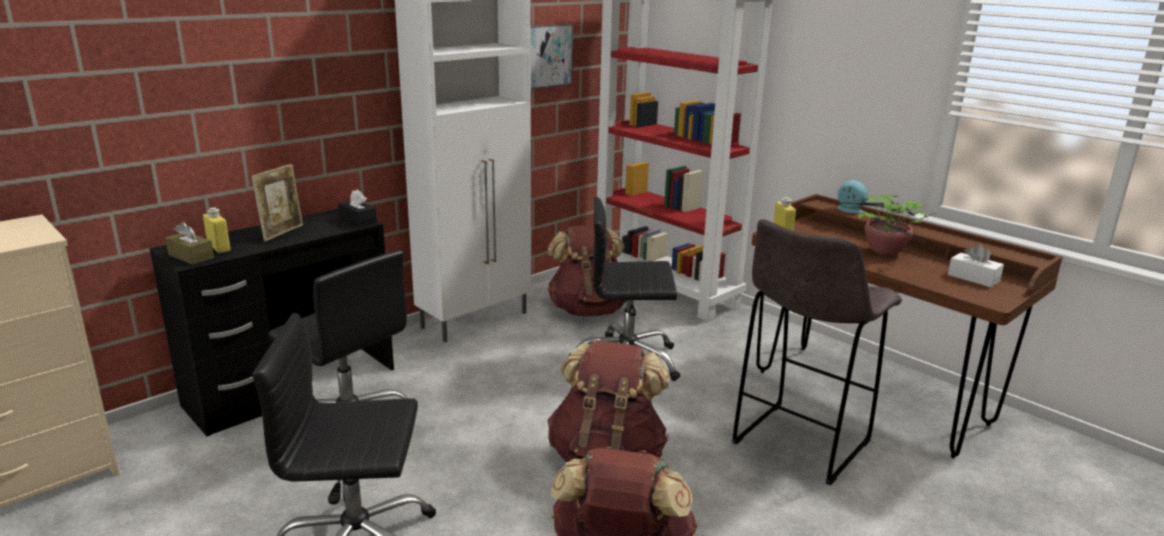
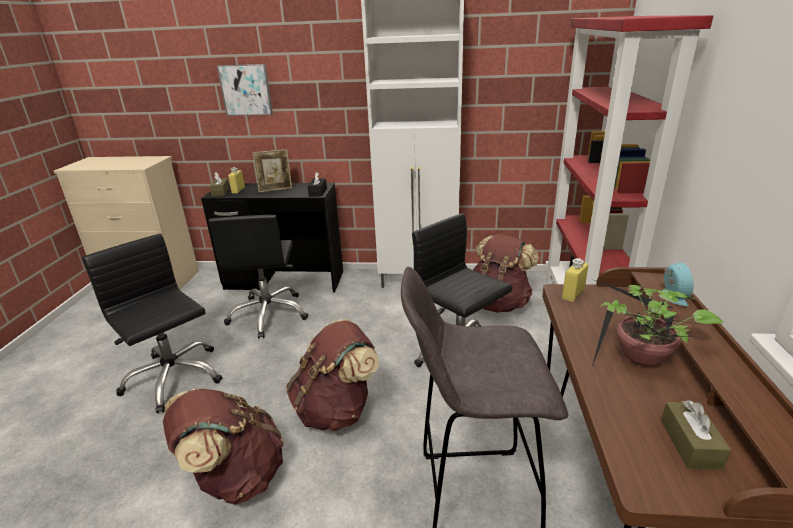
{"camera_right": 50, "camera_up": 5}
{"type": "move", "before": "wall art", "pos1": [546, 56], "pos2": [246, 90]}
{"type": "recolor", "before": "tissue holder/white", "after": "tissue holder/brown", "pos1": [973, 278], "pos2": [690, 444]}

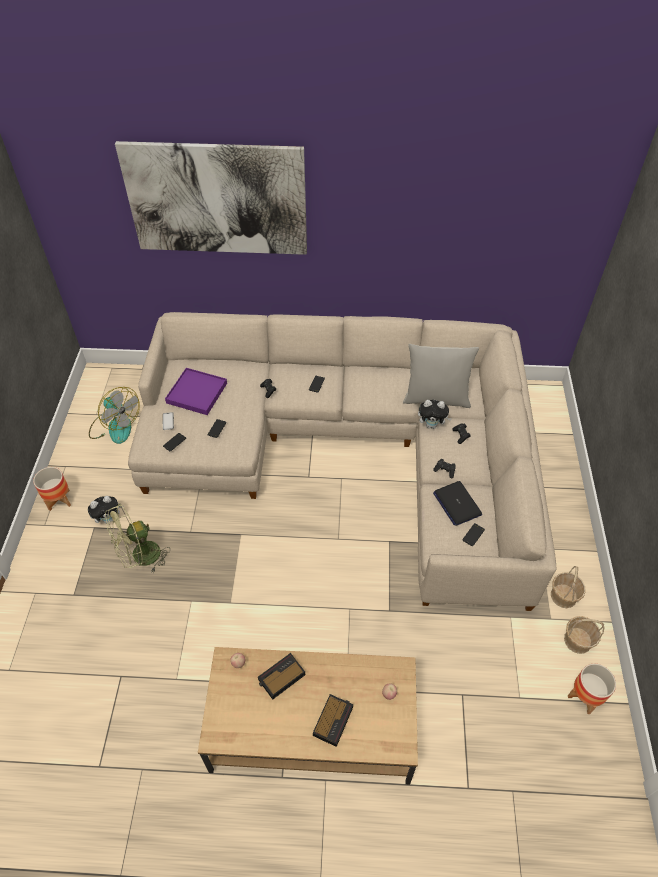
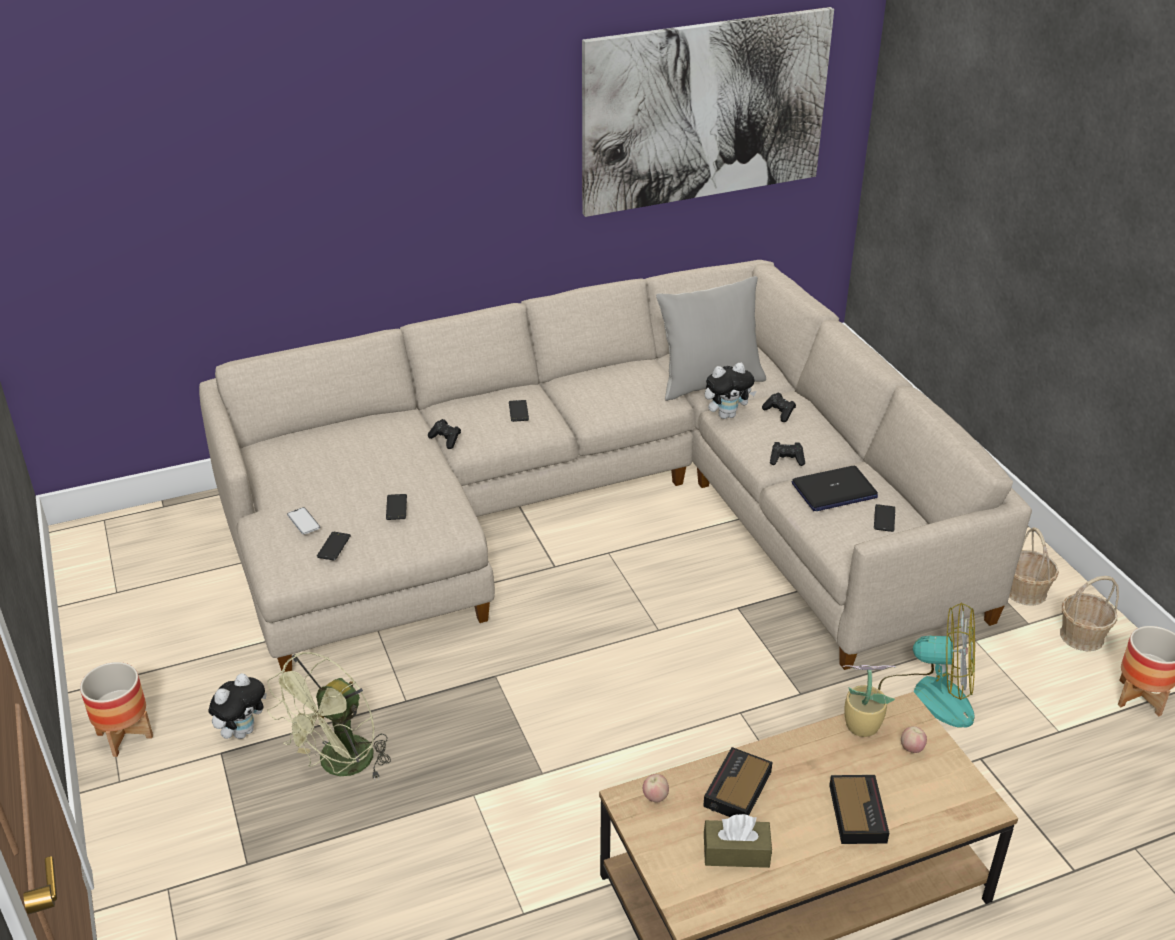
{"camera_right": -25, "camera_up": -15}
{"type": "move", "before": "fan", "pos1": [115, 426], "pos2": [926, 700]}
{"type": "move", "before": "wall art", "pos1": [217, 199], "pos2": [705, 111]}
{"type": "delete", "before": "serving tray/purple", "pos1": [197, 393]}
{"type": "rotate", "before": "portable computer", "pos1": [457, 503], "pos2": [834, 490], "turn": -60}
{"type": "insert", "after": "tissue holder/brown", "pos2": [736, 852]}
{"type": "insert", "after": "houseplant", "pos2": [860, 725]}

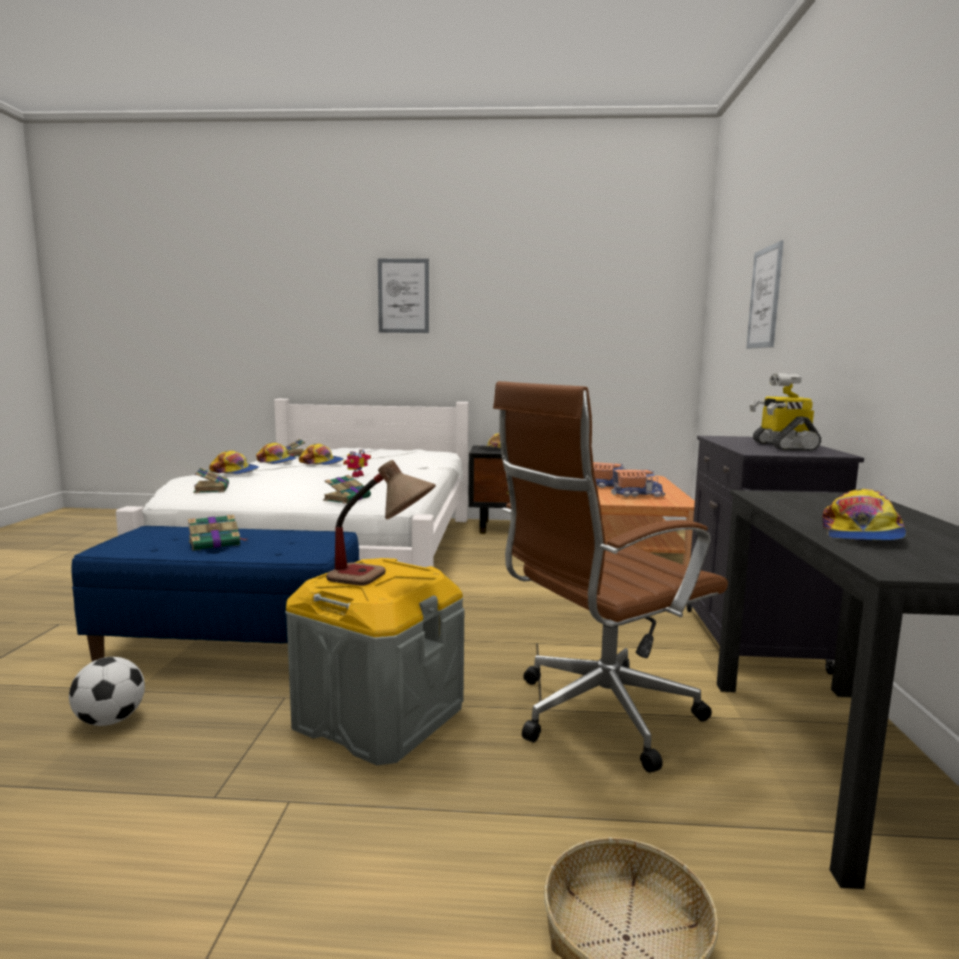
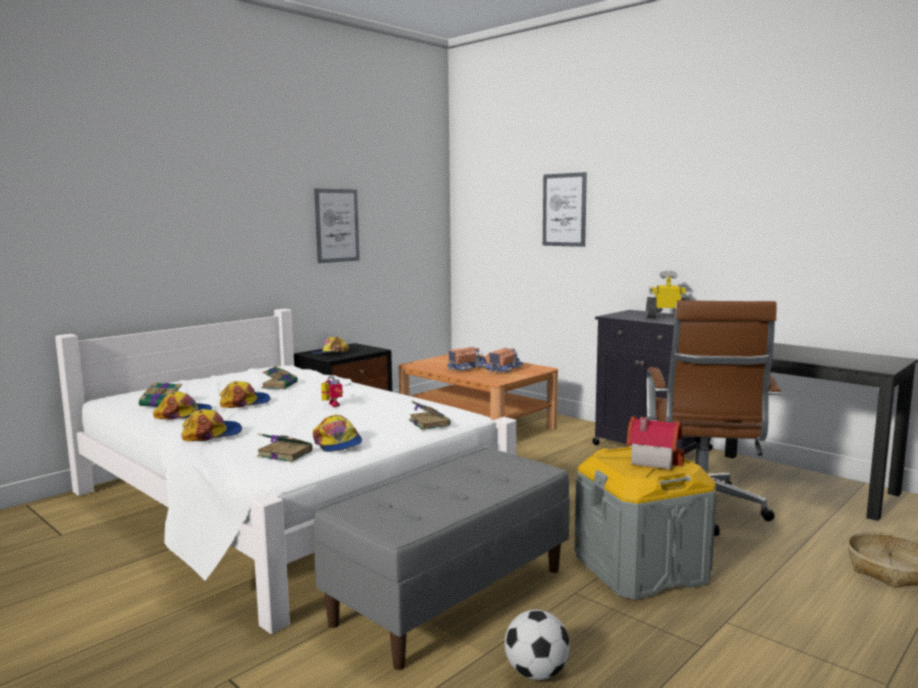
{"camera_right": -50, "camera_up": 0}
{"type": "recolor", "before": "indoor bench/blue", "after": "indoor bench/grey", "pos1": [232, 649], "pos2": [451, 595]}
{"type": "move", "before": "bound book", "pos1": [216, 543], "pos2": [280, 385]}
{"type": "replace", "before": "table lamp", "after": "miniature house", "pos1": [382, 580], "pos2": [652, 459]}
{"type": "move", "before": "wall art", "pos1": [403, 296], "pos2": [337, 225]}
{"type": "rotate", "before": "robot figure", "pos1": [782, 446], "pos2": [667, 317], "turn": 150}
{"type": "move", "before": "cap", "pos1": [861, 534], "pos2": [337, 443]}

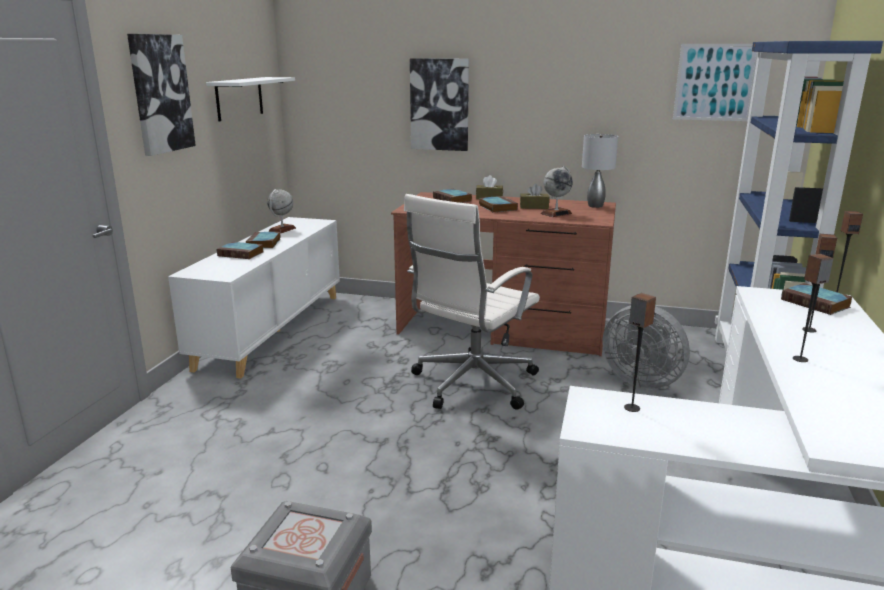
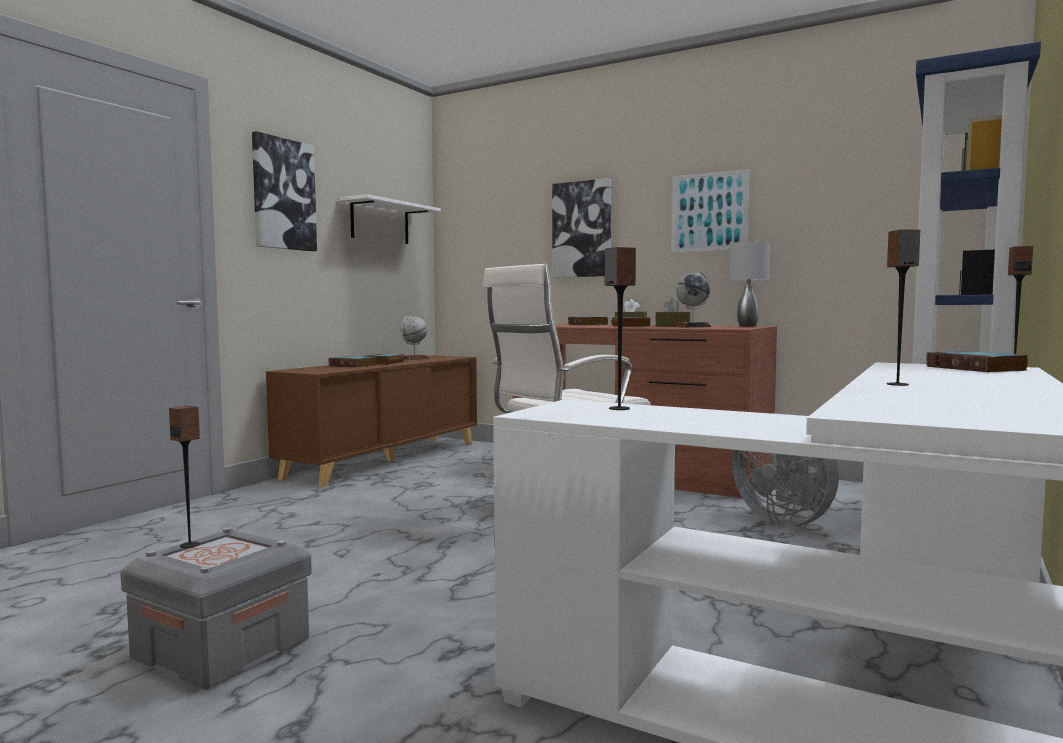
{"camera_right": 15, "camera_up": -15}
{"type": "recolor", "before": "cabinet/white", "after": "cabinet/brown", "pos1": [272, 330], "pos2": [386, 459]}
{"type": "move", "before": "wall art", "pos1": [715, 82], "pos2": [709, 212]}
{"type": "move", "before": "loudspeaker", "pos1": [809, 330], "pos2": [190, 545]}

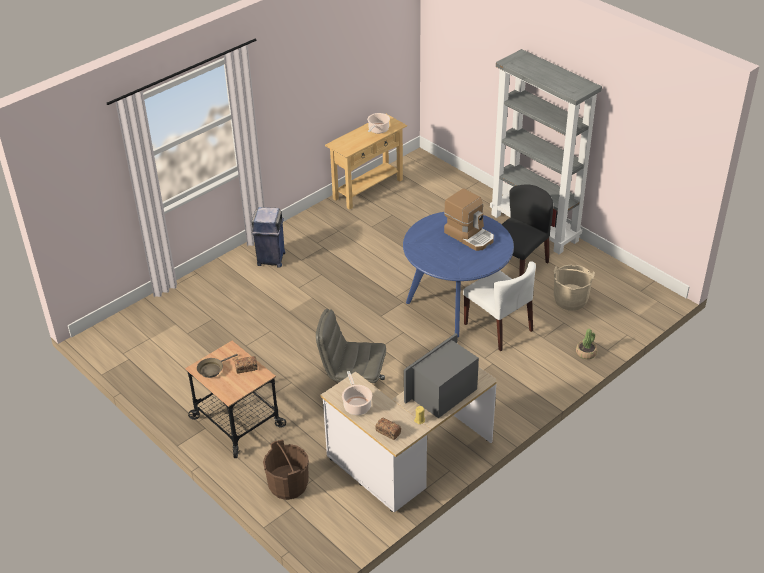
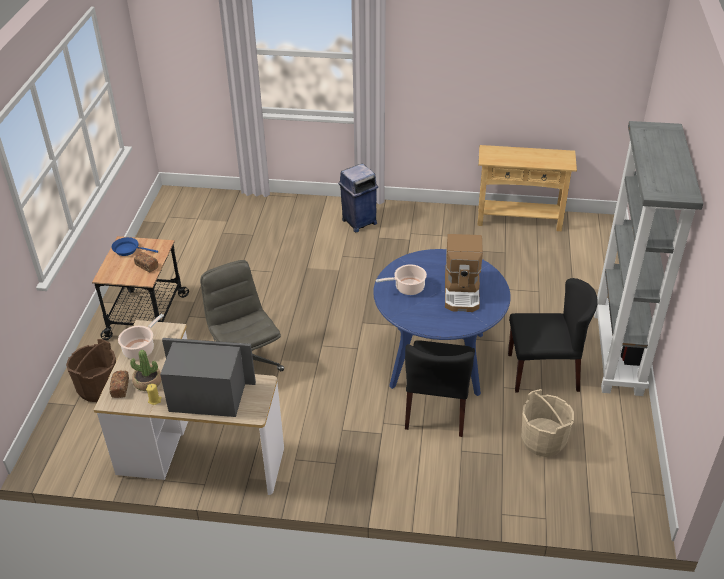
{"camera_right": 50, "camera_up": 0}
{"type": "recolor", "before": "pan/brown", "after": "pan/blue", "pos1": [212, 369], "pos2": [128, 250]}
{"type": "move", "before": "cooking pot", "pos1": [378, 130], "pos2": [407, 288]}
{"type": "recolor", "before": "upright chair/white", "after": "upright chair/black", "pos1": [498, 327], "pos2": [437, 409]}
{"type": "move", "before": "houseplant", "pos1": [586, 353], "pos2": [147, 382]}

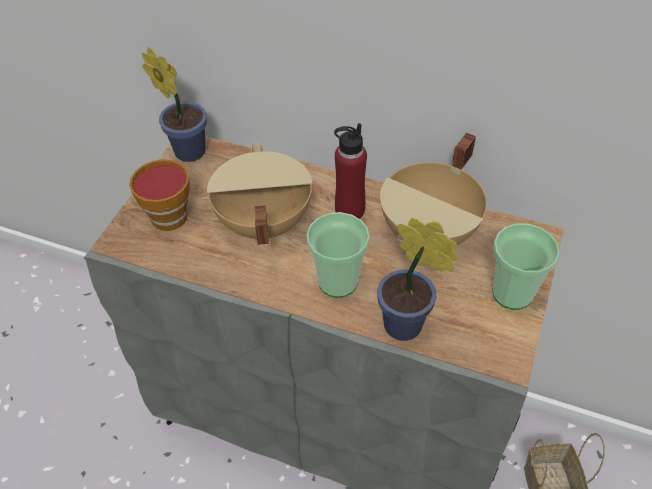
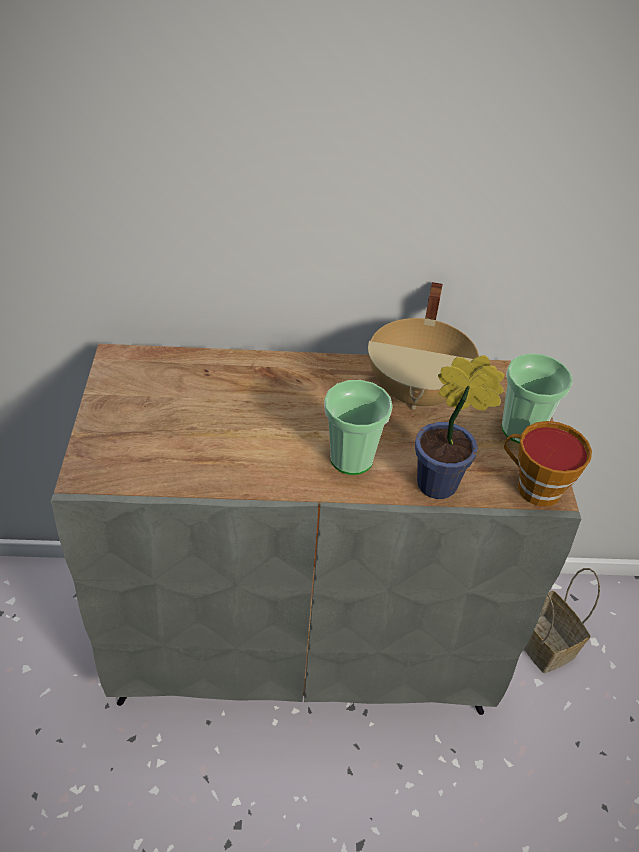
{"camera_right": -25, "camera_up": -5}
{"type": "move", "before": "small cup", "pos1": [166, 214], "pos2": [533, 487]}
{"type": "delete", "before": "houseplant", "pos1": [187, 149]}
{"type": "delete", "before": "cooking pot/beige", "pos1": [262, 223]}
{"type": "delete", "before": "drink bottle/reddish", "pos1": [349, 210]}

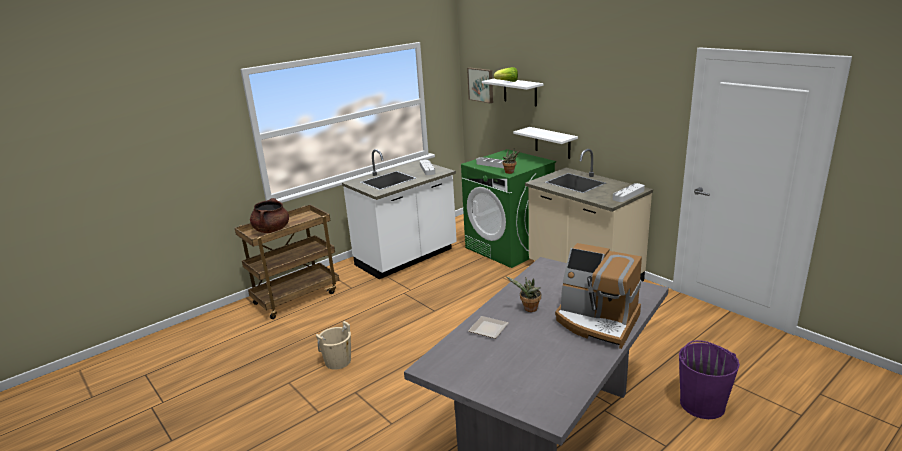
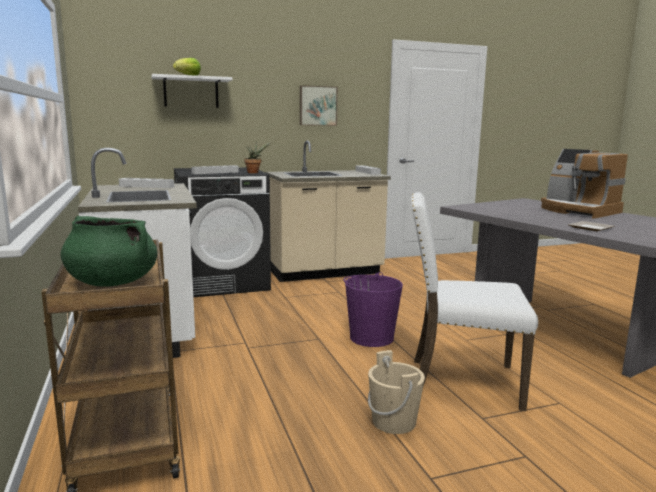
{"camera_right": -70, "camera_up": -10}
{"type": "recolor", "before": "cooking pot/brown", "after": "cooking pot/green-coloured", "pos1": [272, 230], "pos2": [112, 282]}
{"type": "recolor", "before": "washing machine/green-coloured", "after": "washing machine/black", "pos1": [509, 248], "pos2": [224, 282]}
{"type": "move", "before": "wall art", "pos1": [481, 84], "pos2": [317, 106]}
{"type": "delete", "before": "houseplant", "pos1": [528, 309]}
{"type": "delete", "before": "bracket shelf/white", "pos1": [552, 142]}
{"type": "rotate", "before": "coffee brewer", "pos1": [597, 322], "pos2": [578, 211], "turn": 90}
{"type": "move", "before": "water bucket/purple", "pos1": [702, 404], "pos2": [371, 337]}
{"type": "insert", "after": "upright chair/white", "pos2": [461, 381]}

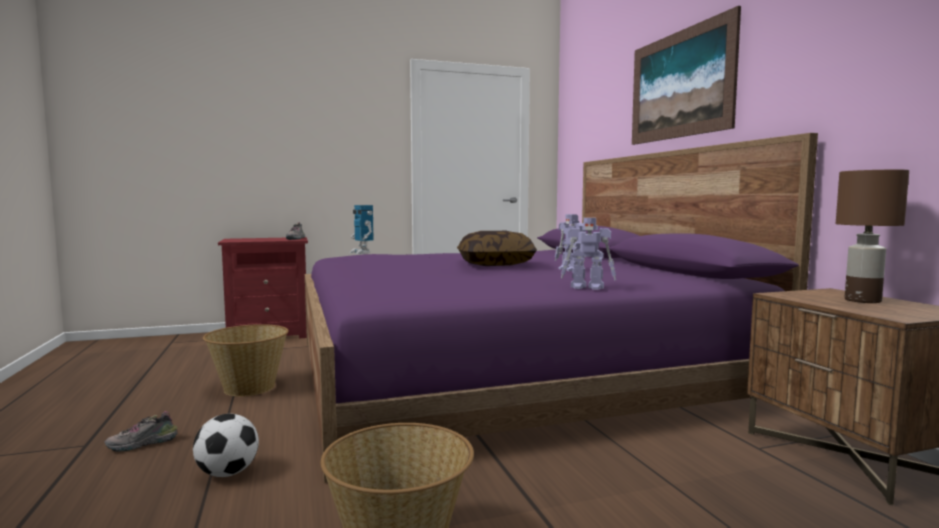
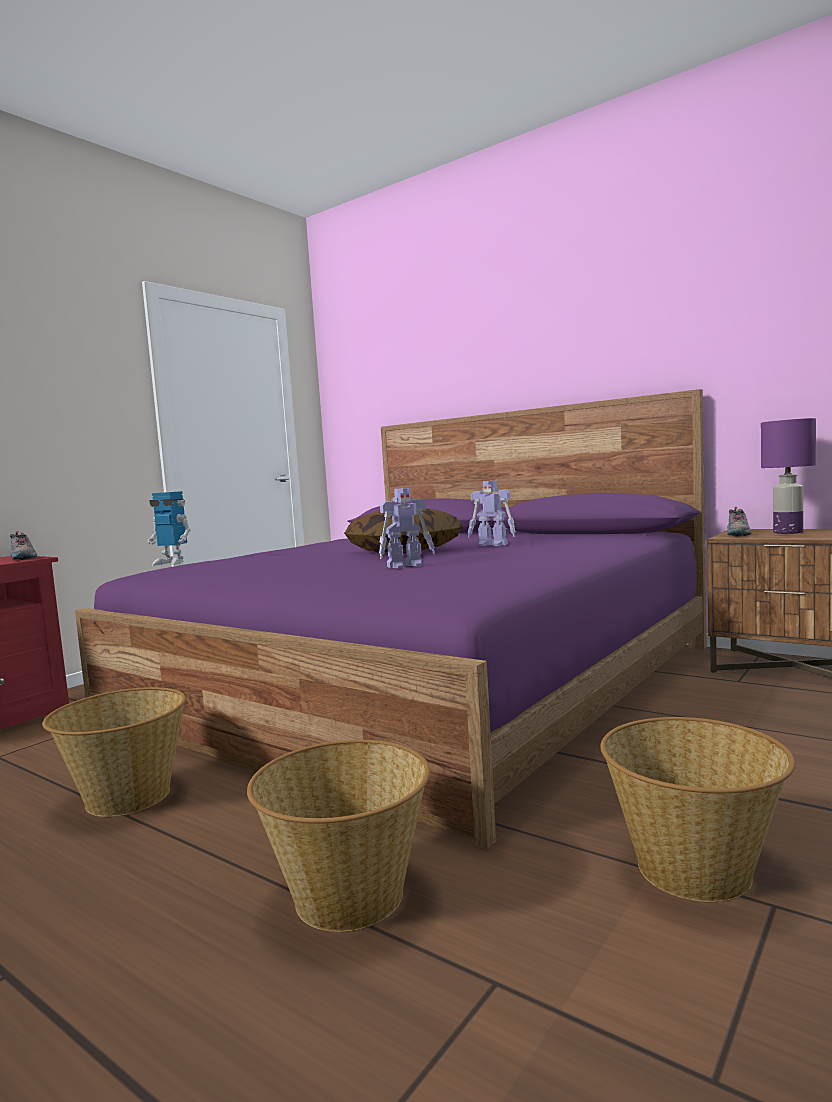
{"camera_right": -35, "camera_up": 0}
{"type": "move", "before": "low shoe", "pos1": [142, 444], "pos2": [739, 534]}
{"type": "replace", "before": "football", "after": "basket", "pos1": [228, 473], "pos2": [349, 895]}
{"type": "move", "before": "robot figure", "pos1": [588, 287], "pos2": [407, 565]}
{"type": "delete", "before": "wall art", "pos1": [680, 85]}
{"type": "recolor", "before": "table lamp/brown", "after": "table lamp/purple", "pos1": [863, 301], "pos2": [788, 532]}

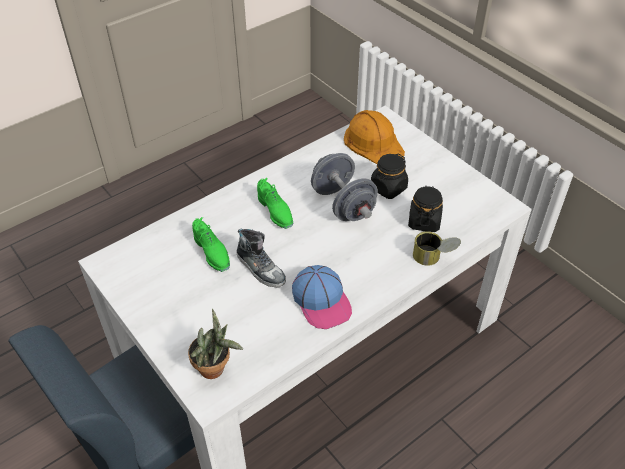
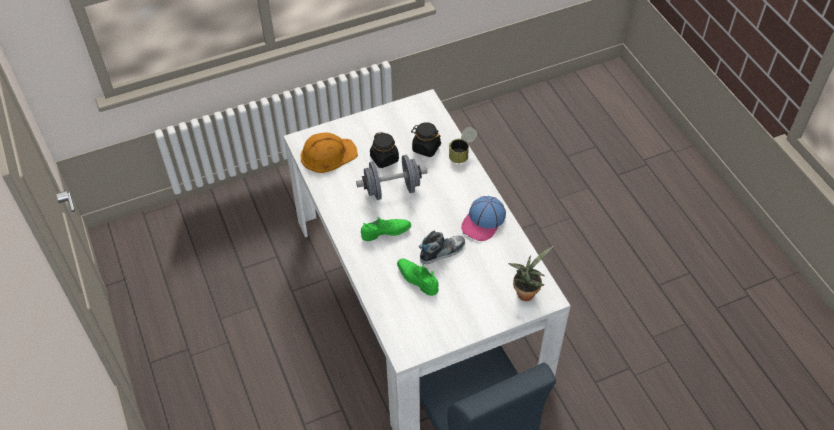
{"camera_right": -75, "camera_up": 5}
{"type": "rotate", "before": "low shoe/green-coloured", "pos1": [212, 253], "pos2": [417, 279], "turn": -120}
{"type": "rotate", "before": "cap", "pos1": [322, 301], "pos2": [483, 222], "turn": 135}

